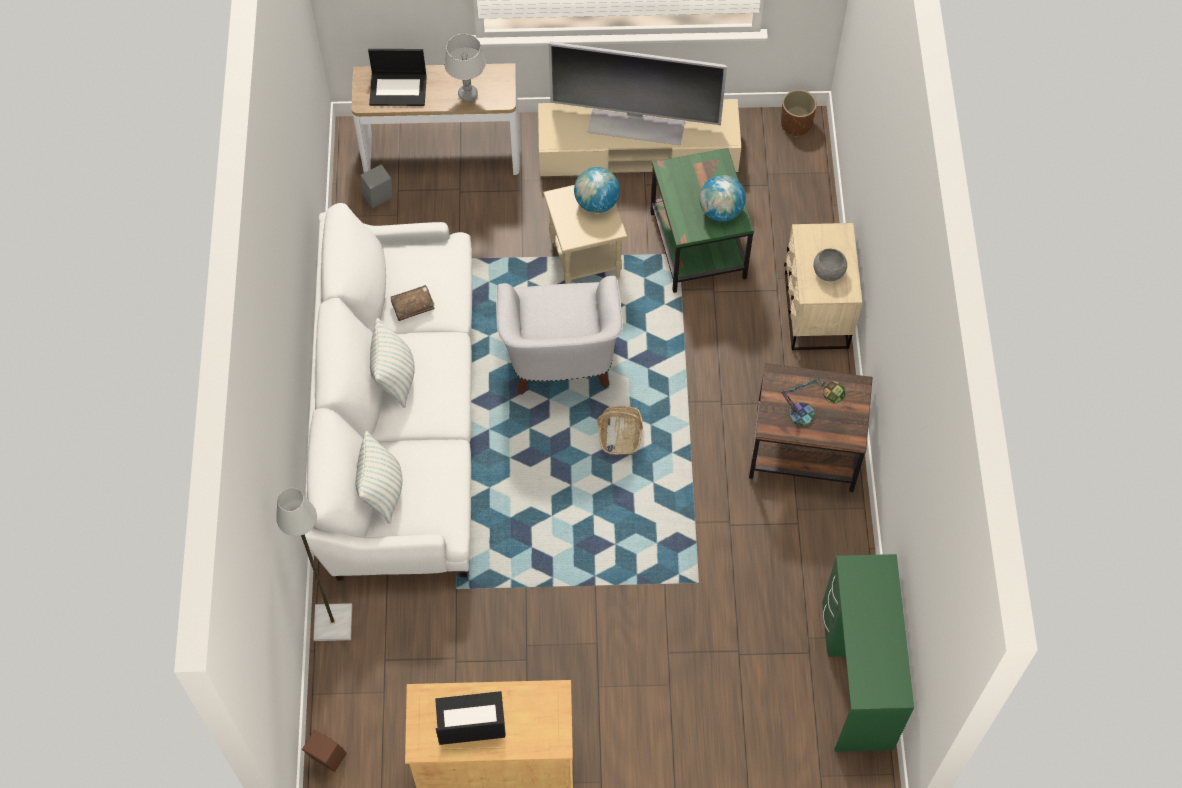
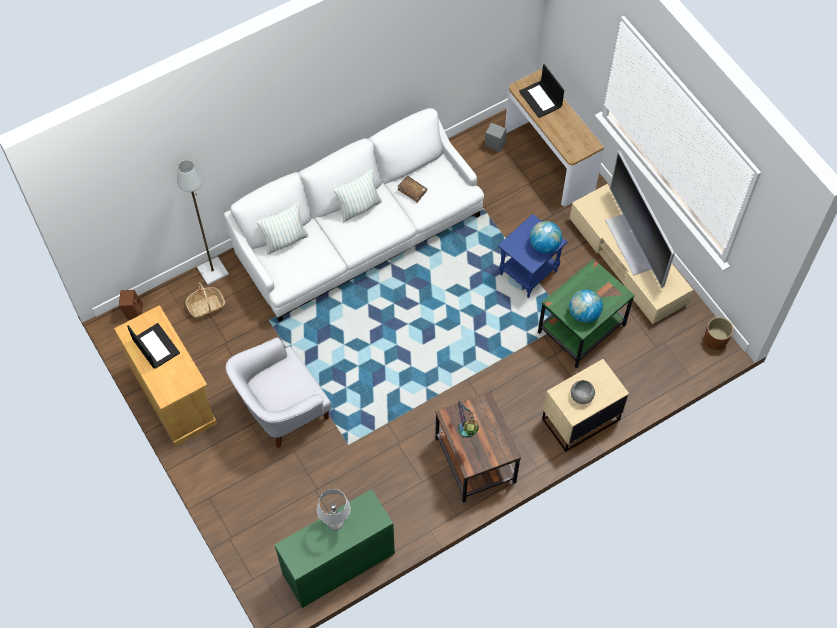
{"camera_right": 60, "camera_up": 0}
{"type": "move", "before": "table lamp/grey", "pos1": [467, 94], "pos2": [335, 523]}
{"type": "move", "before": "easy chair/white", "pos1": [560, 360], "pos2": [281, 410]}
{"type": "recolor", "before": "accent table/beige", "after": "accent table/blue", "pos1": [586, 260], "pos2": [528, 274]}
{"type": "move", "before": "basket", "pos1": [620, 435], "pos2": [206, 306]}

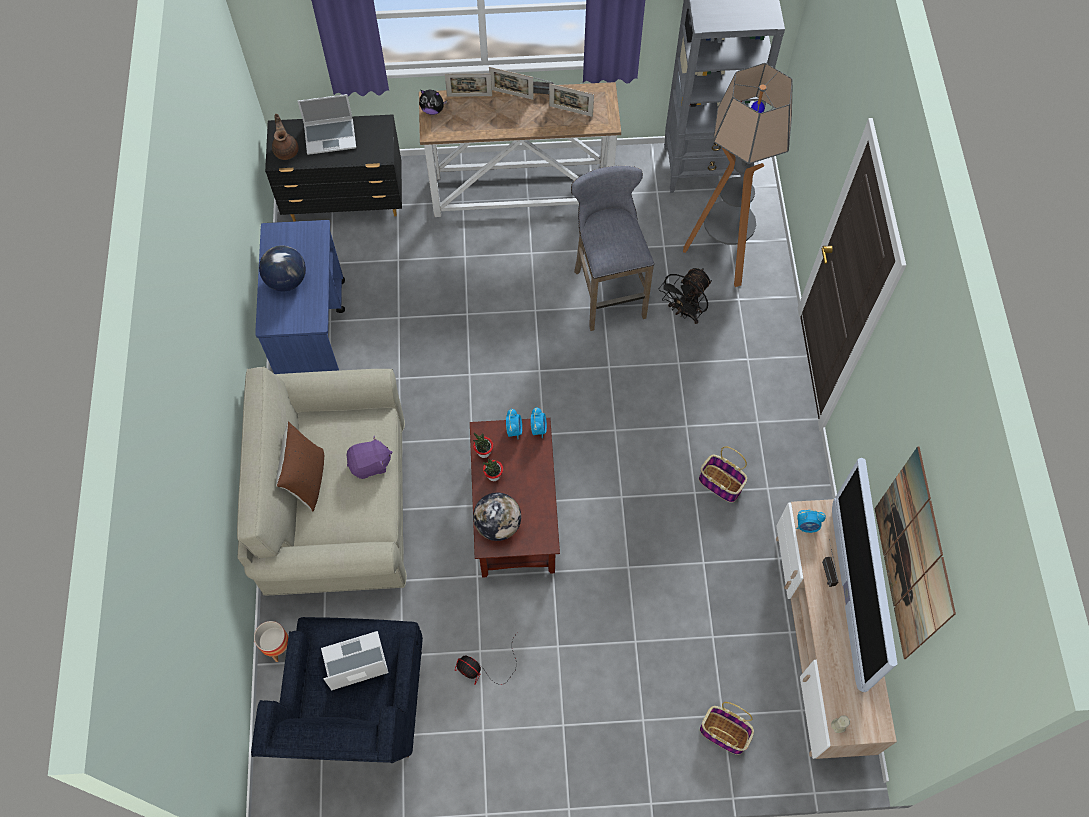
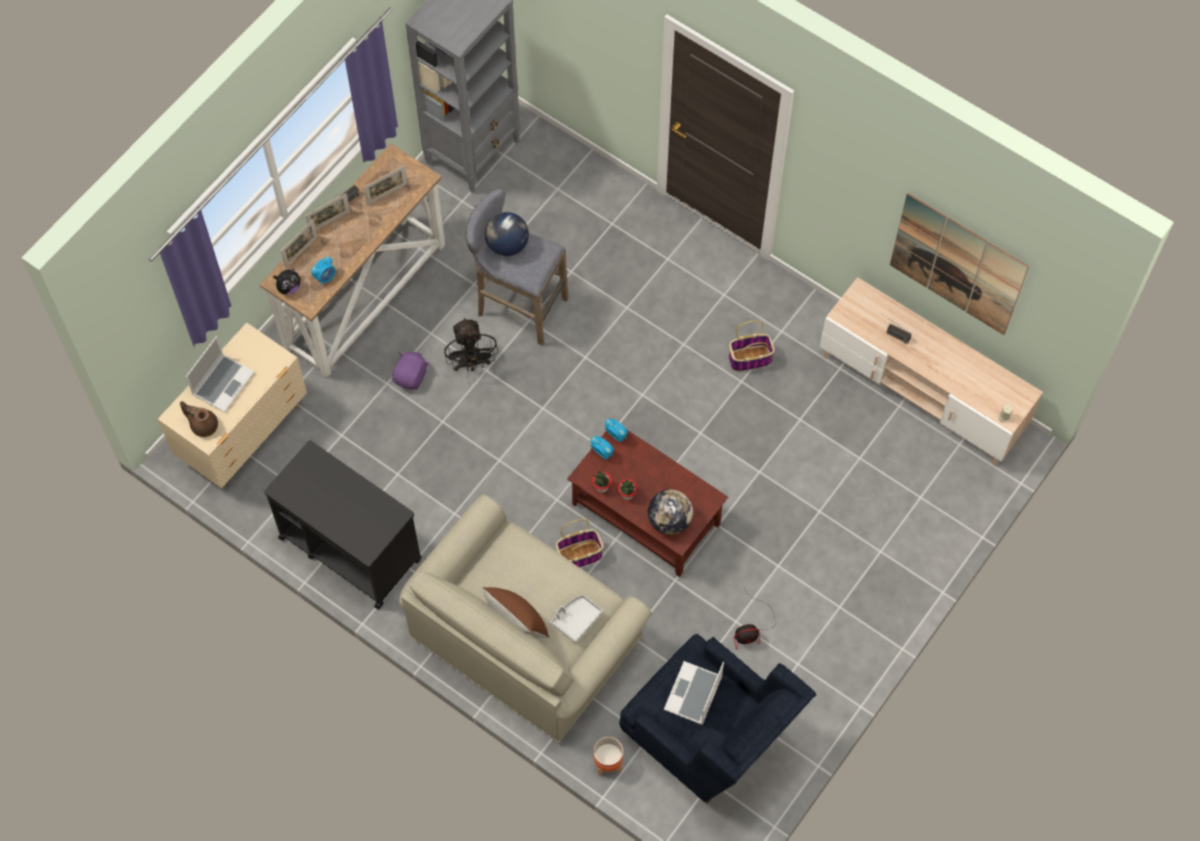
{"camera_right": -50, "camera_up": 0}
{"type": "recolor", "before": "wheeled cart/blue", "after": "wheeled cart/black", "pos1": [312, 332], "pos2": [349, 547]}
{"type": "move", "before": "world globe", "pos1": [286, 280], "pos2": [507, 245]}
{"type": "recolor", "before": "dresser/black", "after": "dresser/beige", "pos1": [346, 202], "pos2": [245, 433]}
{"type": "move", "before": "cuddly toy/purple", "pos1": [370, 464], "pos2": [411, 376]}
{"type": "move", "before": "fan/black", "pos1": [684, 312], "pos2": [471, 364]}
{"type": "delete", "before": "floor lamp", "pos1": [721, 255]}
{"type": "move", "before": "basket", "pos1": [725, 733], "pos2": [580, 555]}
{"type": "move", "before": "table clock", "pos1": [807, 526], "pos2": [325, 277]}
{"type": "delete", "before": "TV set", "pos1": [847, 596]}
{"type": "insert", "after": "serving tray/grey", "pos2": [576, 619]}

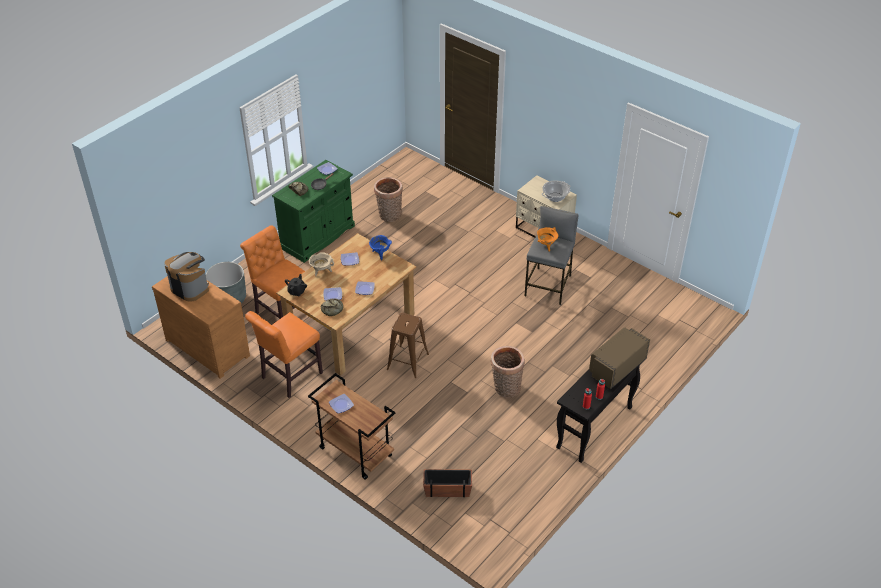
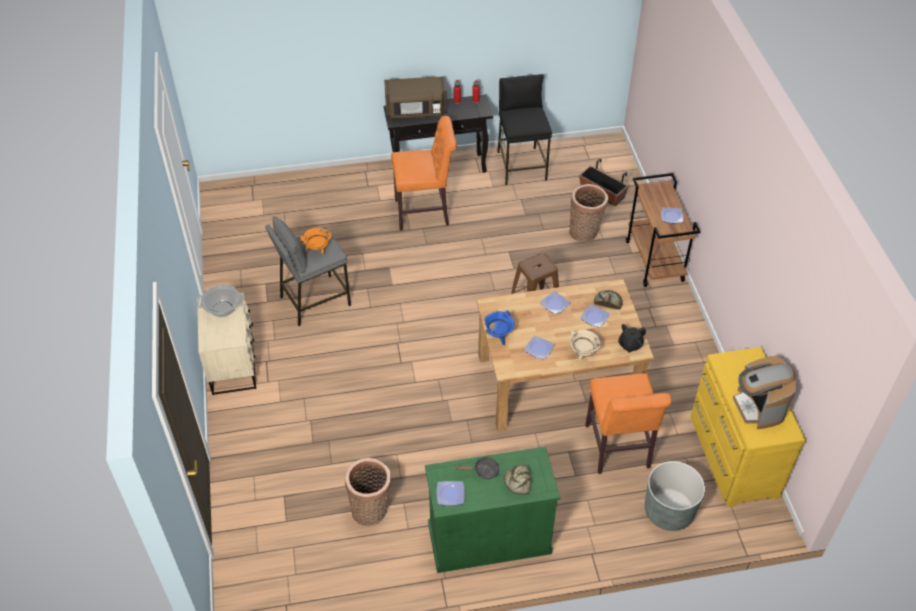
{"camera_right": -140, "camera_up": 5}
{"type": "recolor", "before": "dresser/brown", "after": "dresser/yellowish", "pos1": [209, 346], "pos2": [731, 457]}
{"type": "move", "before": "upright chair/orange", "pos1": [289, 377], "pos2": [425, 212]}
{"type": "move", "before": "basket", "pos1": [505, 389], "pos2": [585, 232]}
{"type": "insert", "after": "sitting stool/black", "pos2": [521, 165]}

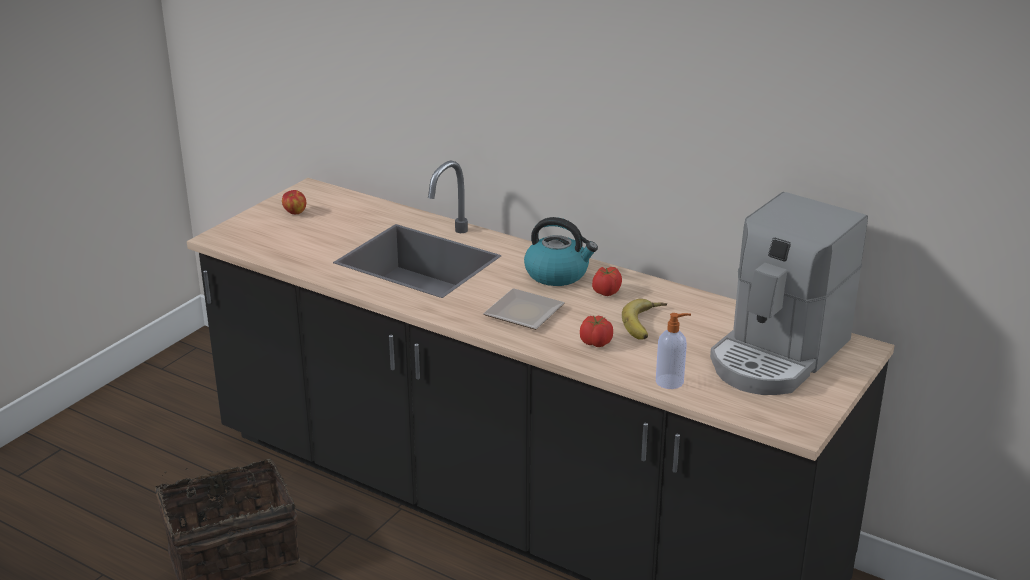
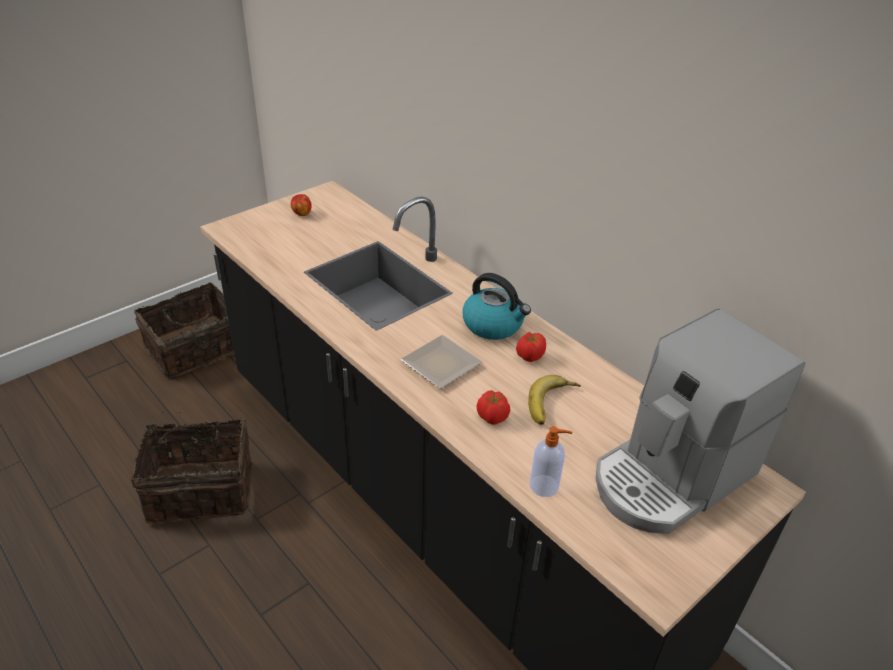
{"camera_right": 15, "camera_up": 10}
{"type": "insert", "after": "basket", "pos2": [195, 350]}

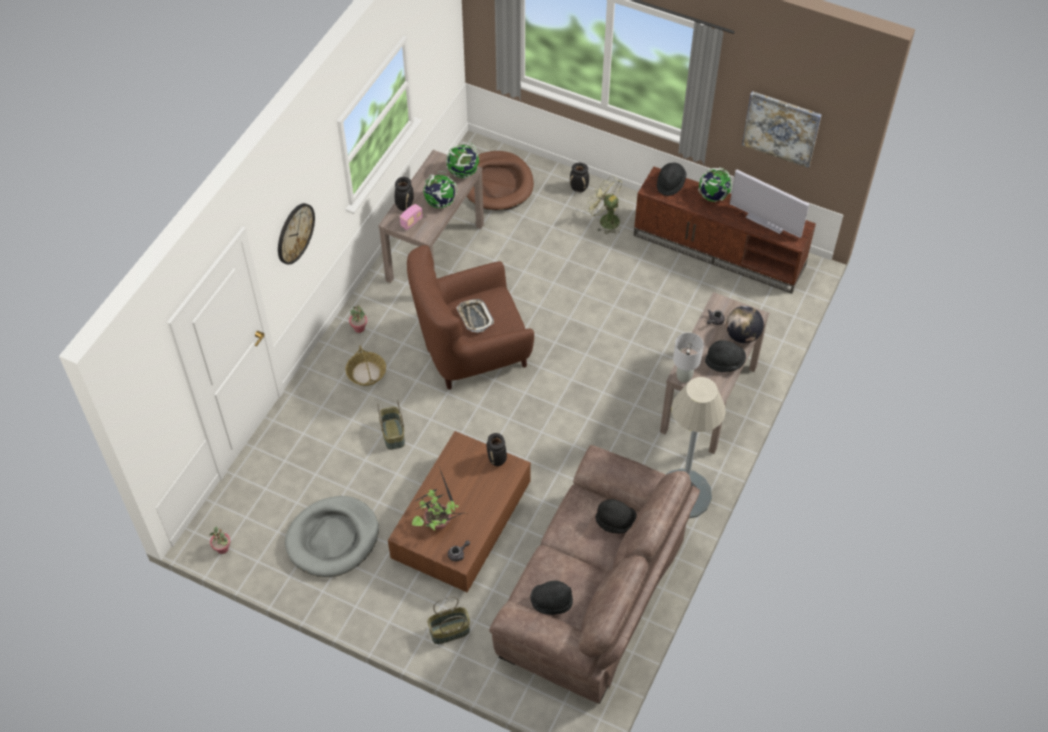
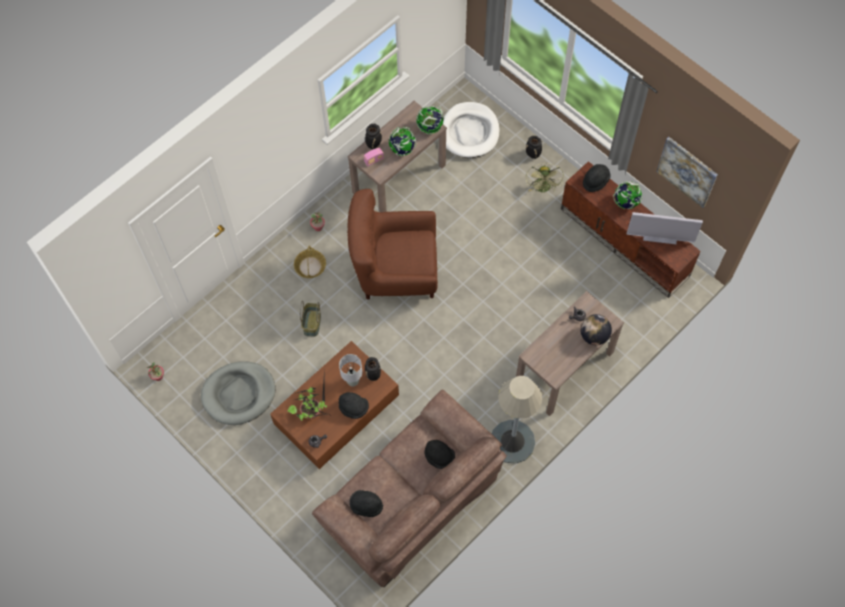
{"camera_right": 20, "camera_up": 10}
{"type": "delete", "before": "clock on the wall", "pos1": [295, 233]}
{"type": "delete", "before": "basket", "pos1": [449, 631]}
{"type": "delete", "before": "serving tray", "pos1": [475, 317]}
{"type": "recolor", "before": "dog cushion/brown", "after": "dog cushion/white", "pos1": [497, 184], "pos2": [469, 132]}
{"type": "rotate", "before": "fan/green-coloured", "pos1": [605, 220], "pos2": [543, 188], "turn": -150}
{"type": "move", "before": "table lamp/grey", "pos1": [684, 377], "pos2": [352, 381]}
{"type": "move", "before": "wearable hat/black", "pos1": [725, 362], "pos2": [353, 408]}
{"type": "rotate", "before": "TV set", "pos1": [766, 221], "pos2": [660, 237], "turn": -45}

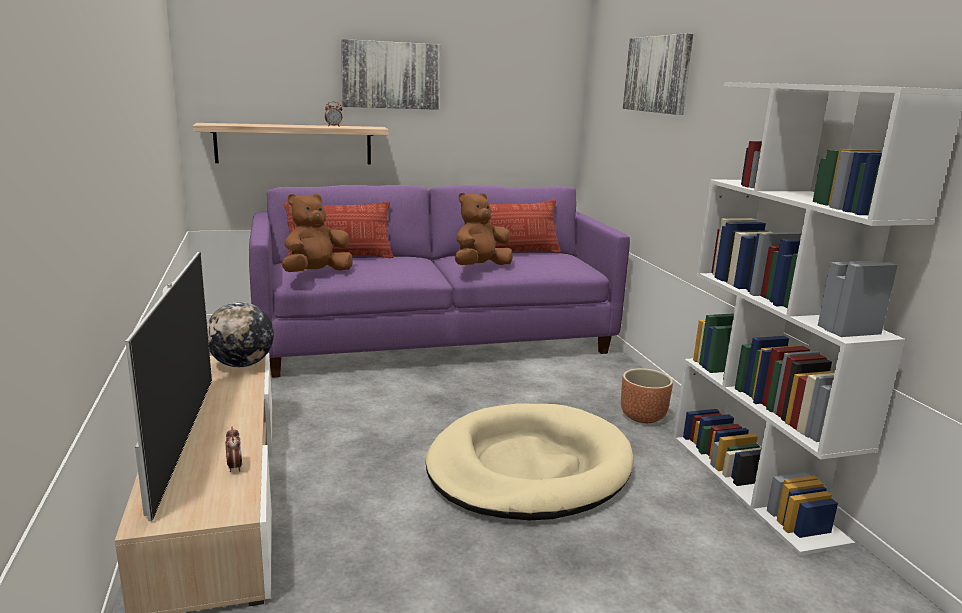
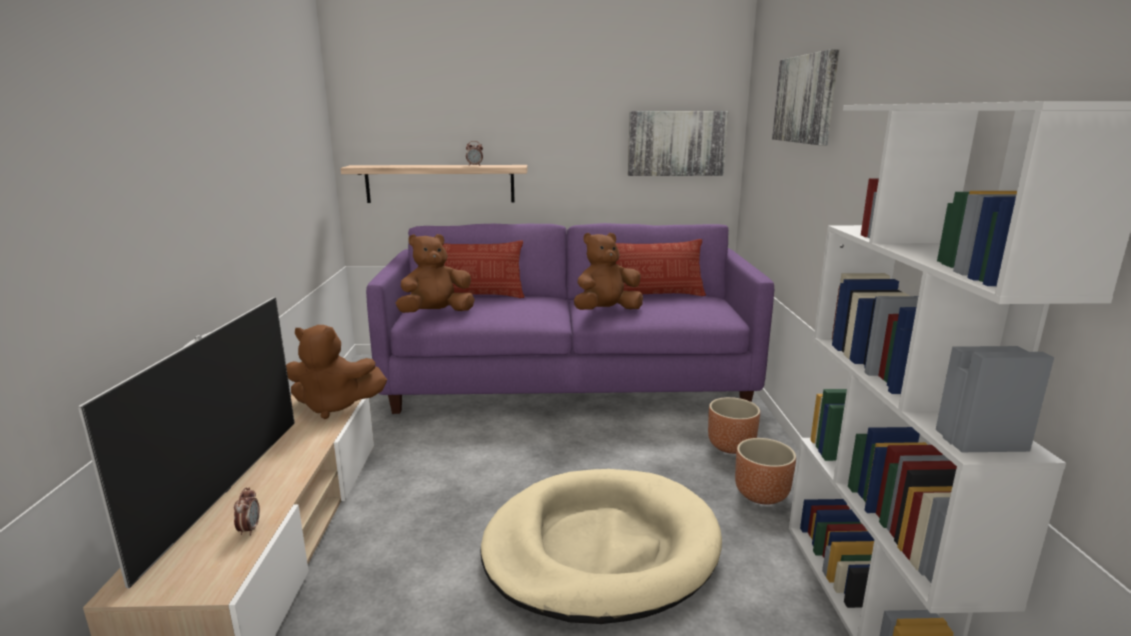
{"camera_right": 15, "camera_up": 0}
{"type": "replace", "before": "world globe", "after": "cuddly toy/brown", "pos1": [242, 364], "pos2": [334, 406]}
{"type": "move", "before": "wall art", "pos1": [390, 75], "pos2": [676, 143]}
{"type": "insert", "after": "flower pot/brown", "pos2": [730, 446]}

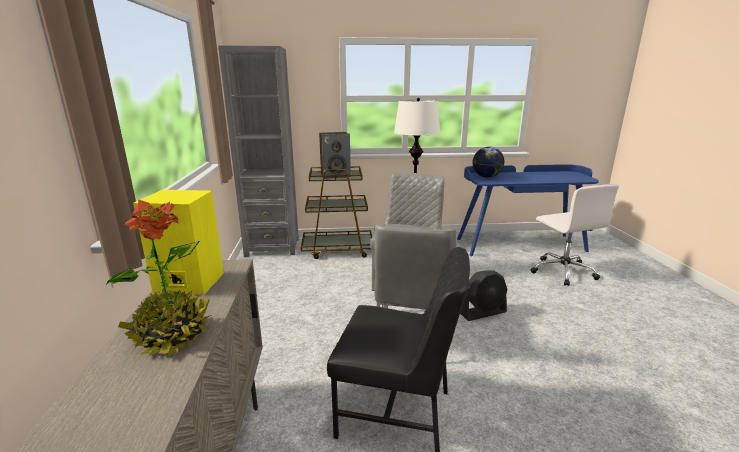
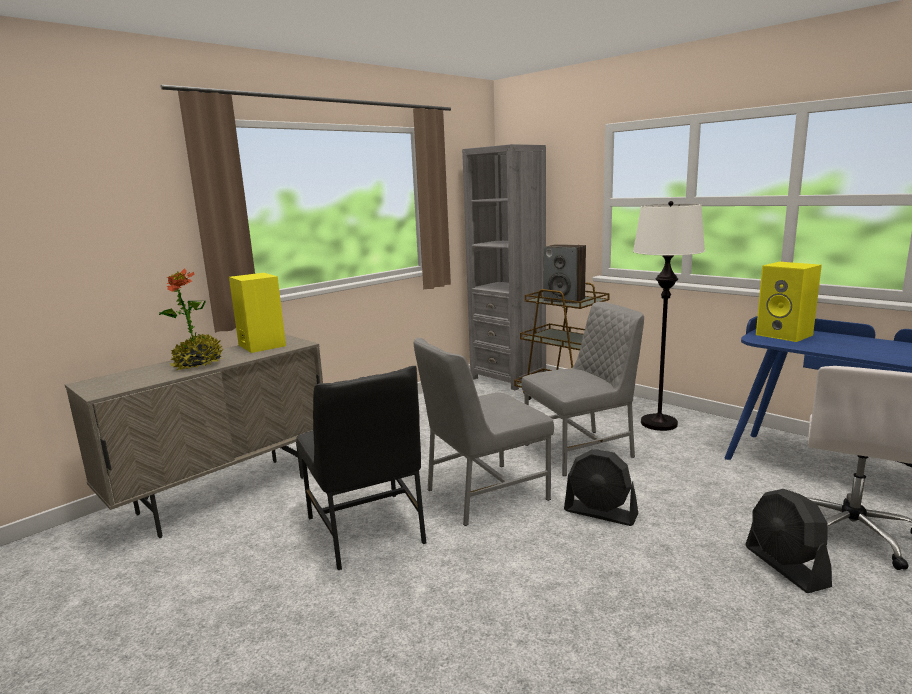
{"camera_right": 50, "camera_up": -5}
{"type": "replace", "before": "world globe", "after": "loudspeaker/yellowish", "pos1": [486, 177], "pos2": [785, 335]}
{"type": "insert", "after": "fan/black", "pos2": [786, 566]}

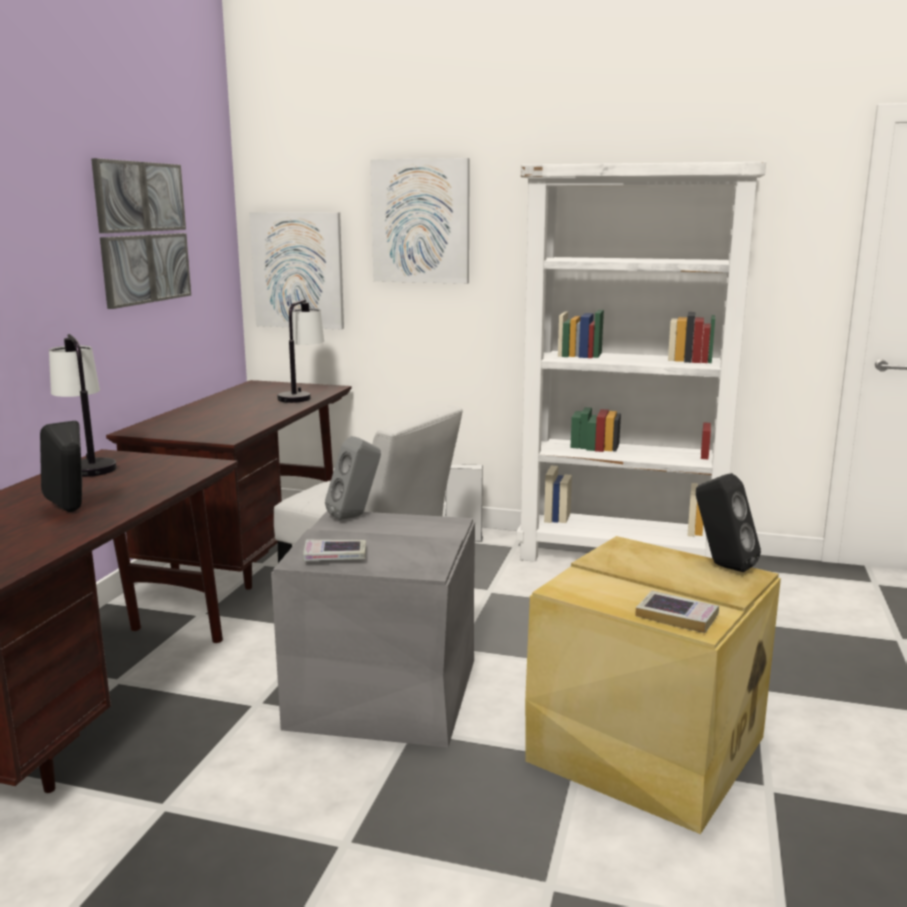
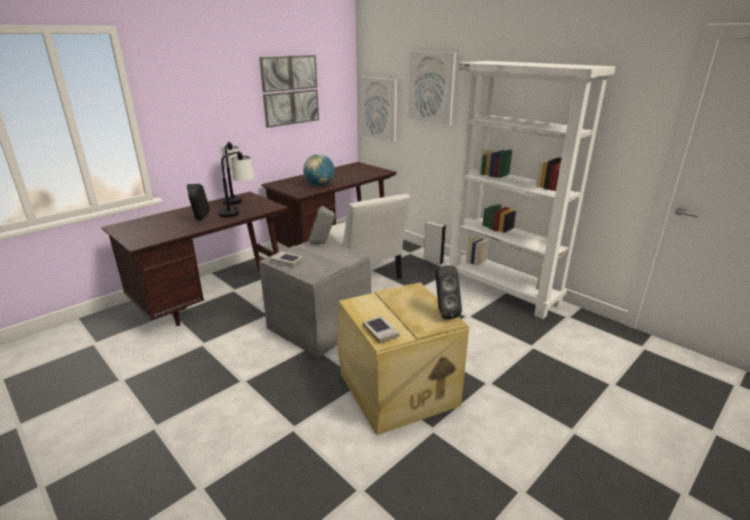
{"camera_right": 30, "camera_up": 10}
{"type": "move", "before": "table lamp", "pos1": [301, 396], "pos2": [238, 211]}
{"type": "insert", "after": "world globe", "pos2": [319, 185]}

